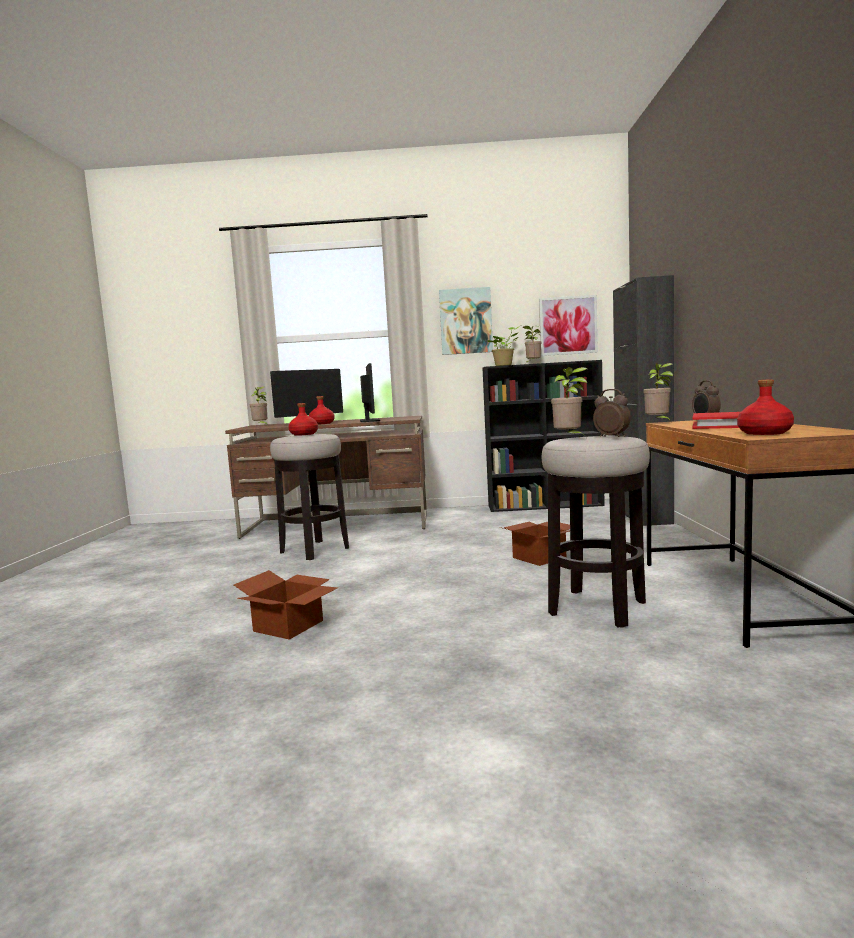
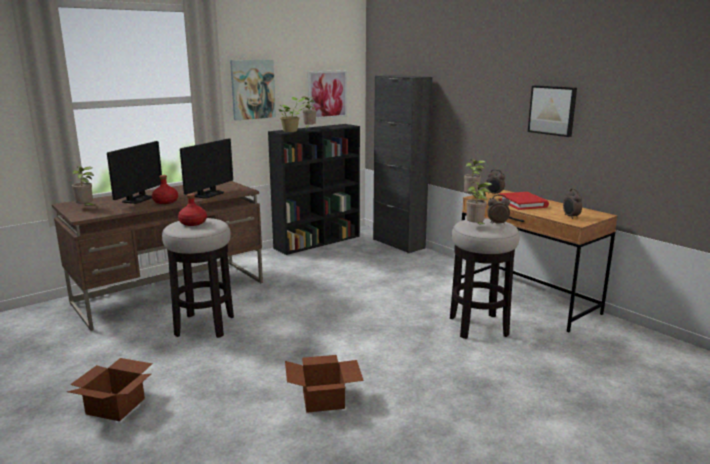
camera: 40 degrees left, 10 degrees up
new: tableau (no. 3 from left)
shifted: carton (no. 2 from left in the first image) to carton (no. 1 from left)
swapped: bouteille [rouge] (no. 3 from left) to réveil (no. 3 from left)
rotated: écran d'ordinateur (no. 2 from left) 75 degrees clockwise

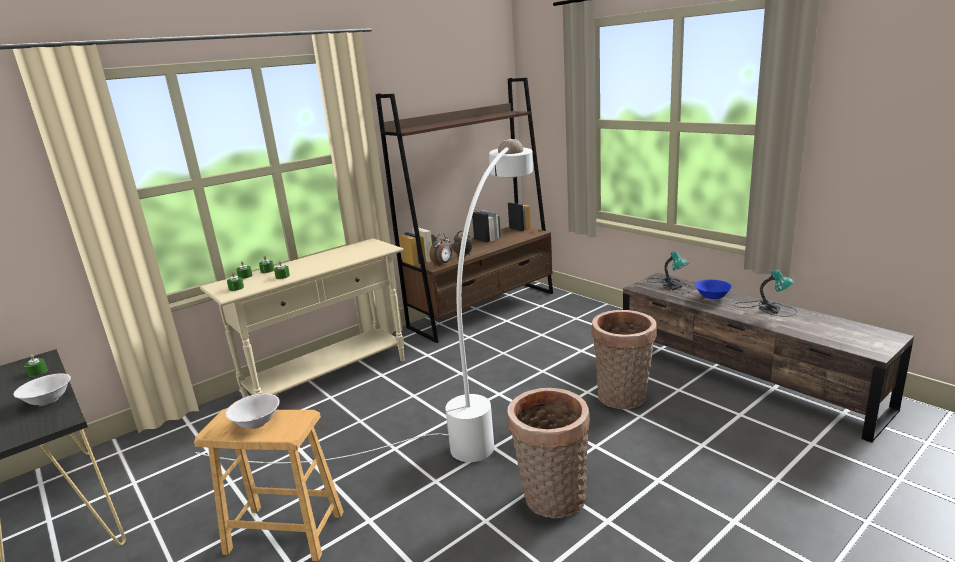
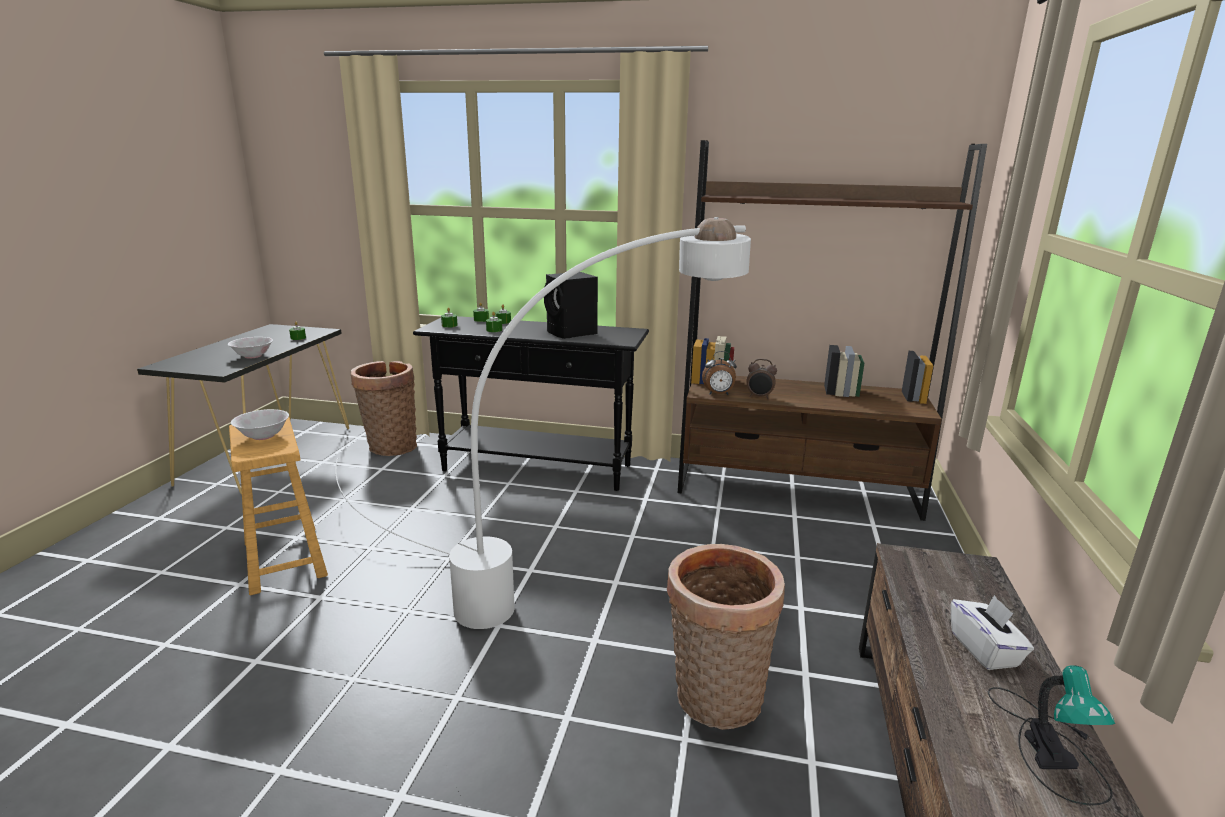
camera: 50 degrees right, 0 degrees up
gone: lampe de table (no. 1 from left)
new: enceinte [noir]
shifted: panier (no. 1 from left)
swapped: bol [bleu] to boîte à mouchoirs [blanc]
repainted: table console [beige] to table console [noir] (no. 2 from left)

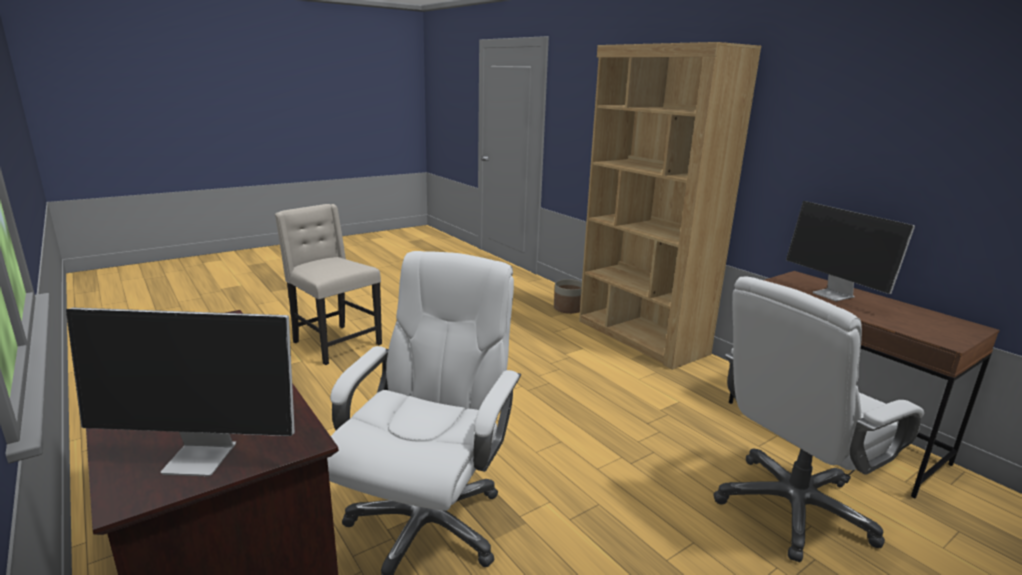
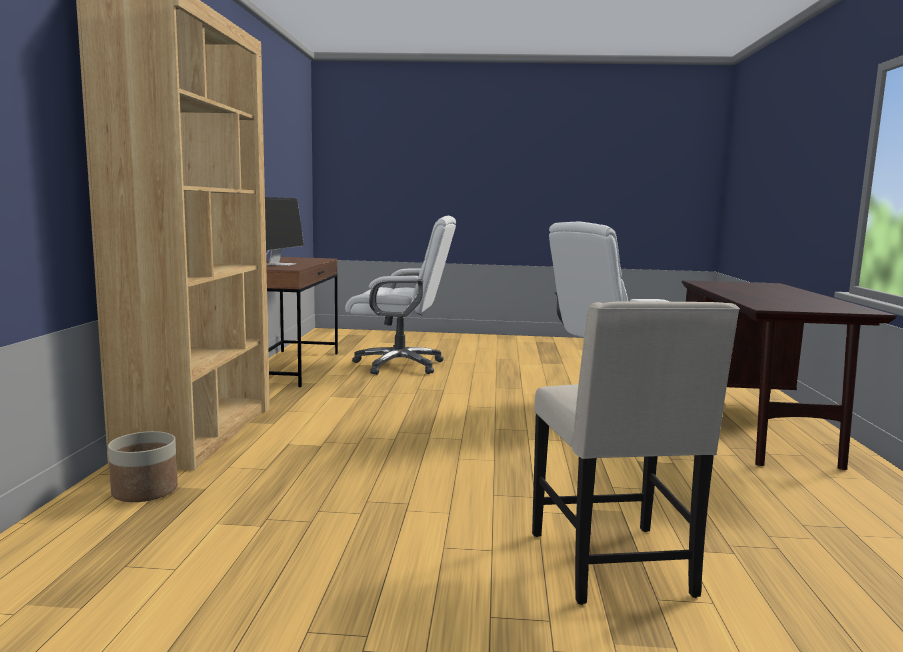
camera: 140 degrees left, 10 degrees down
gone: écran d'ordinateur (no. 1 from left)

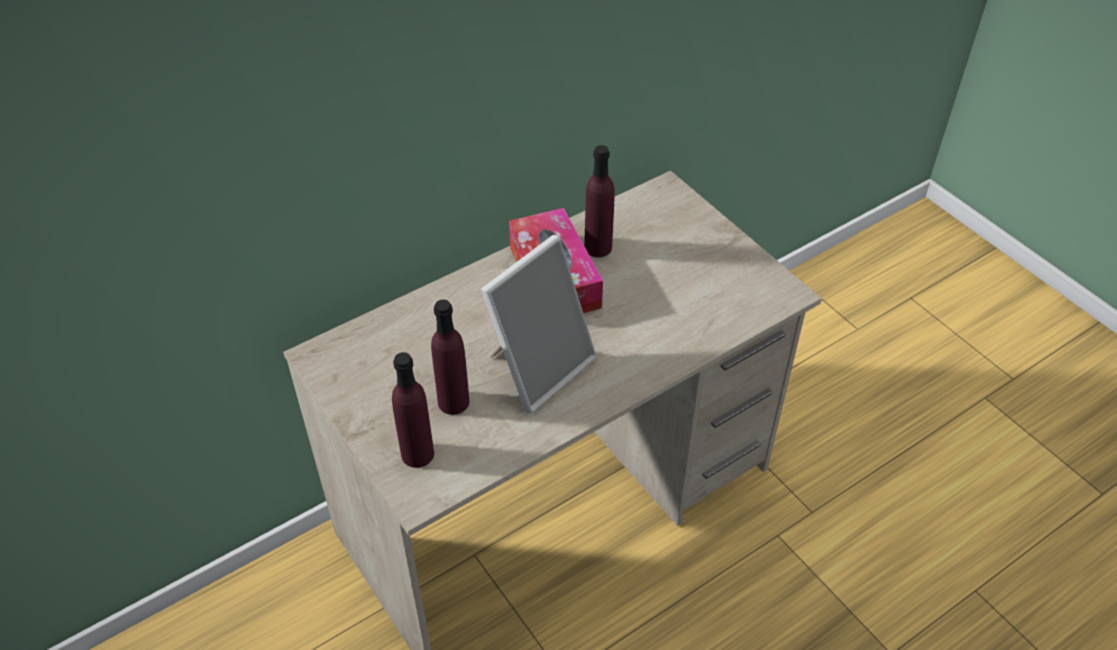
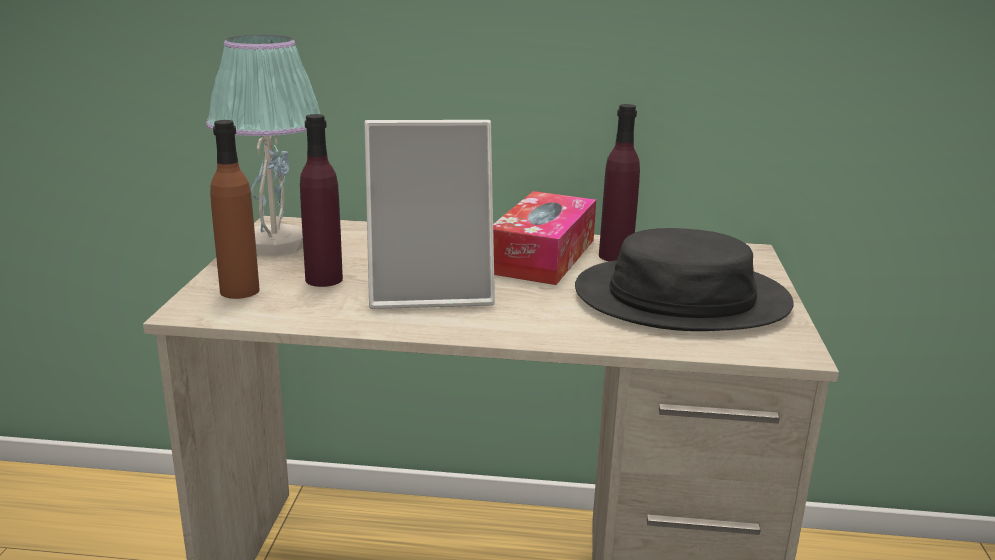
camera: 40 degrees right, 25 degrees down
new: lampe de table; chapeau [noir]
repainted: bouteille [violet] (no. 1 from left) to bouteille [marron]

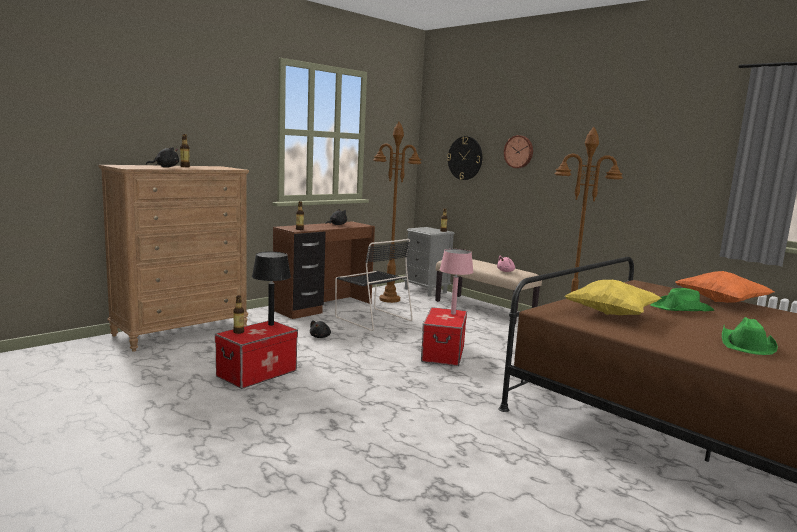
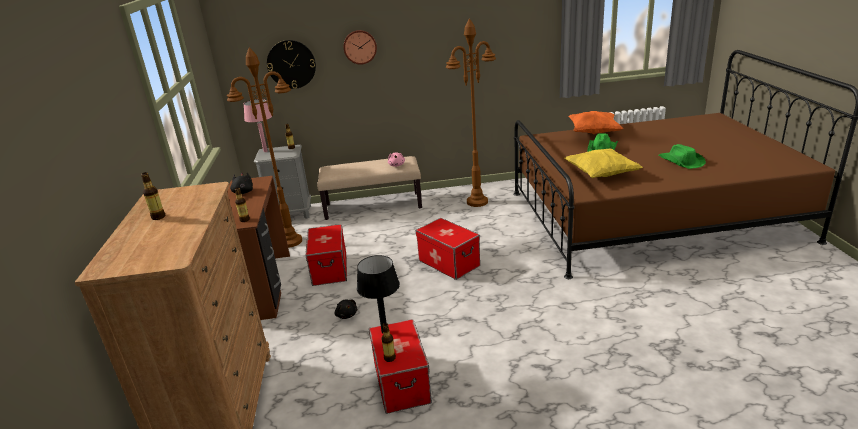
camera: 50 degrees left, 15 degrees up
gone: peluche [noir] (no. 1 from left)
shifted: lampe de table [rose]
swapped: chaise [noir] to boîte de rangement (no. 1 from left)

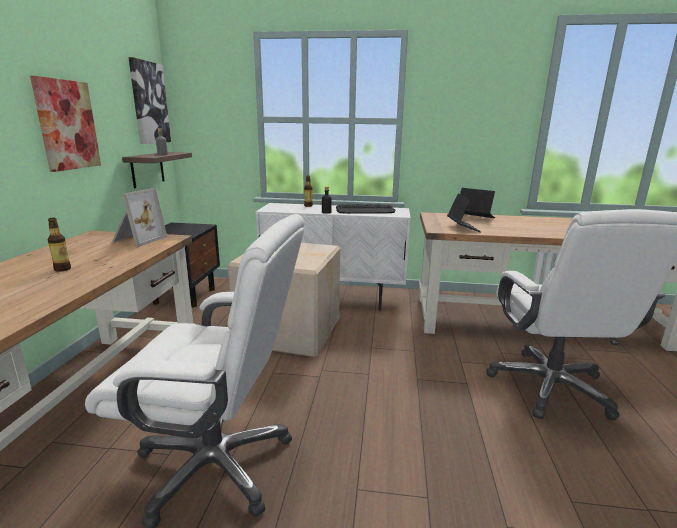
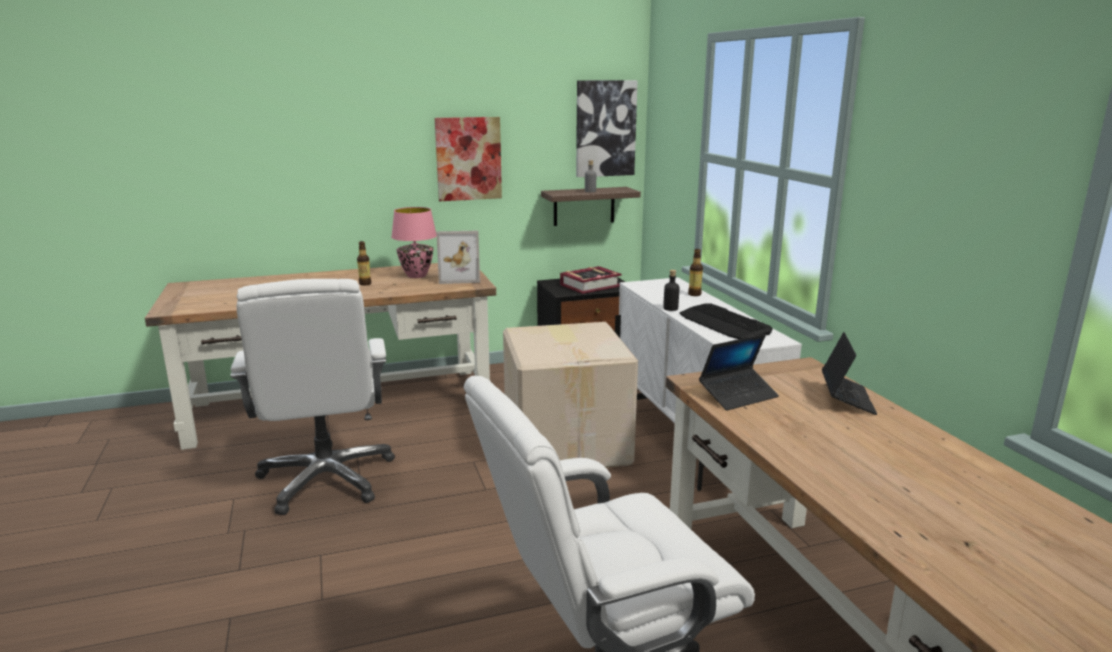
camera: 65 degrees right, 0 degrees up
new: lampe de table [rose]; livre

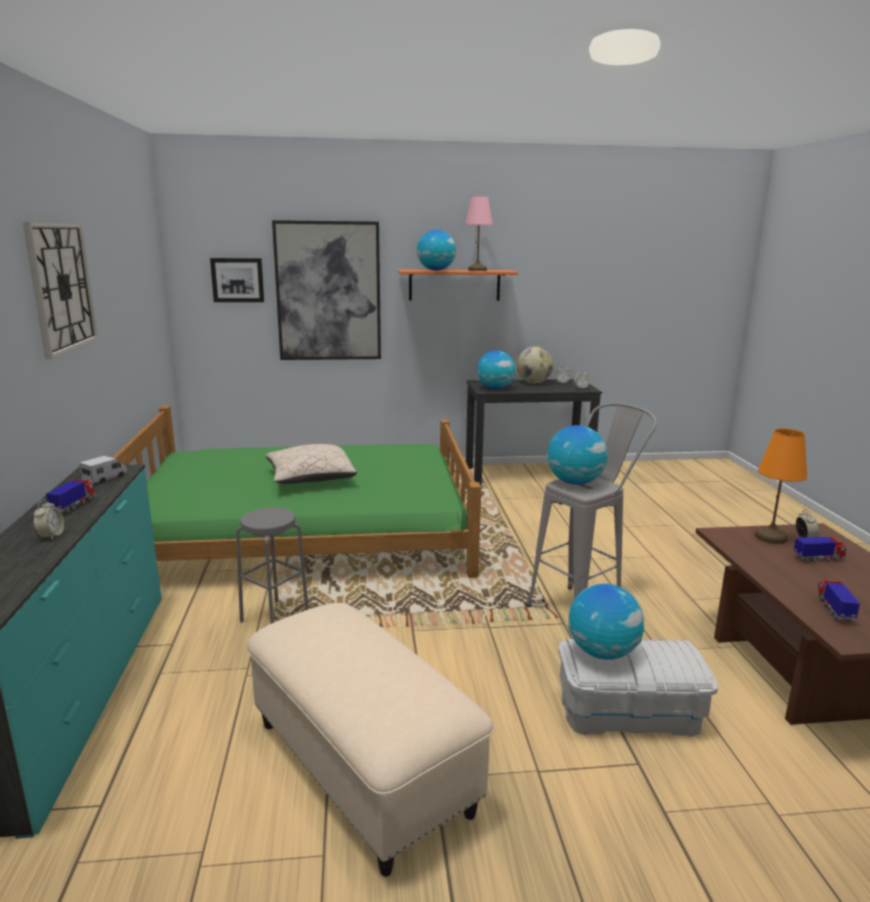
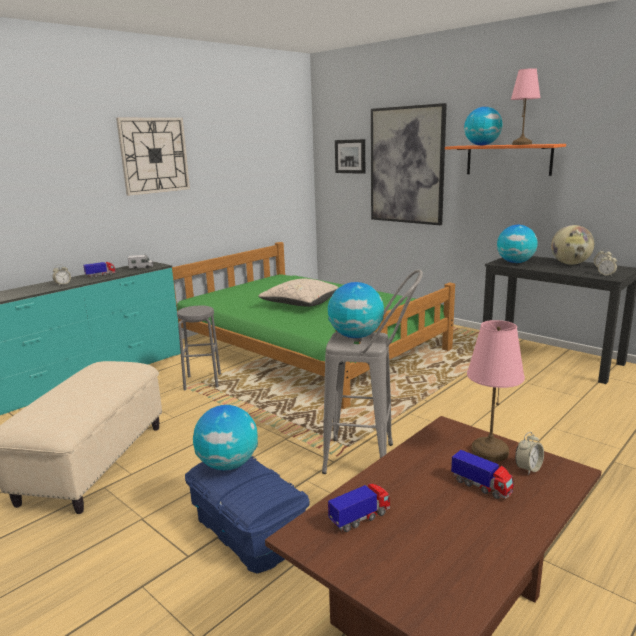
camera: 50 degrees right, 0 degrees up
repainted: boîte de rangement [blanc] to boîte de rangement [bleu]; lampe de table [orange] to lampe de table [rose] (no. 1 from left)

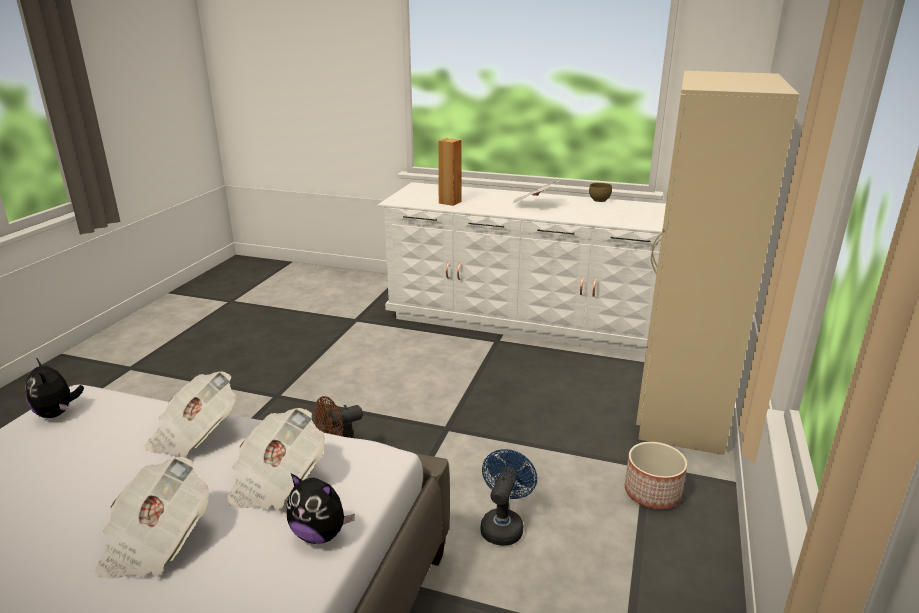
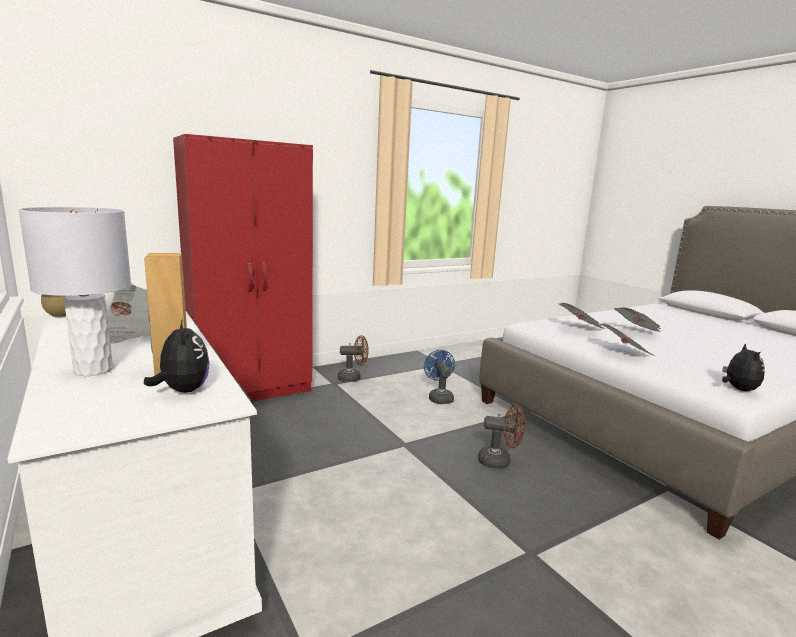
camera: 140 degrees left, 10 degrees down
new: lampe de table [gris]
shifted: peluche (no. 2 from left in the first image) to peluche (no. 1 from left)
swapped: cache-pot to ventilateur [marron] (no. 1 from left)
repainted: armoire [beige] to armoire [rouge]
rotated: ventilateur [bleu] 105 degrees clockwise

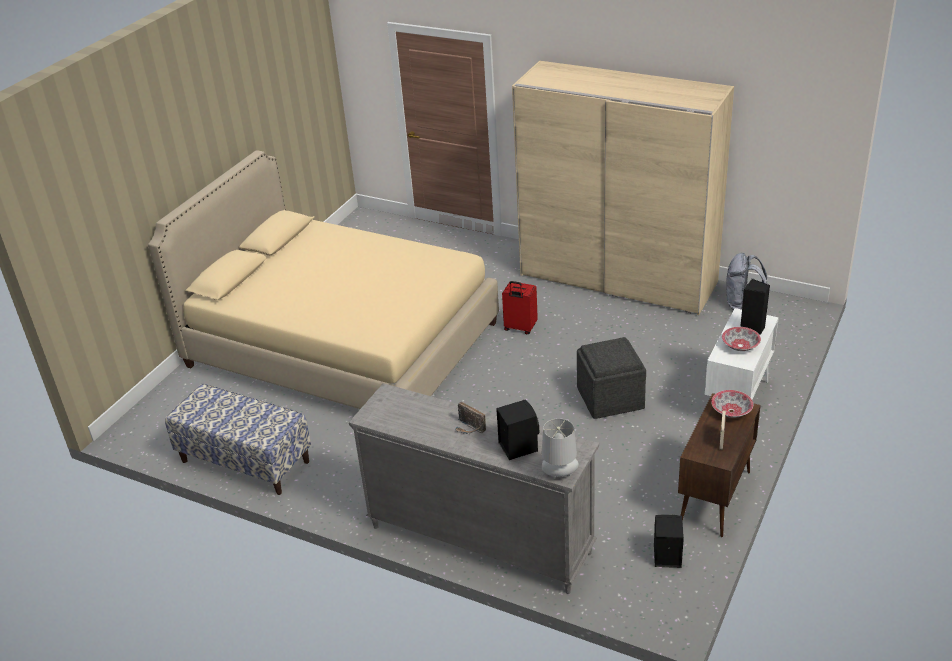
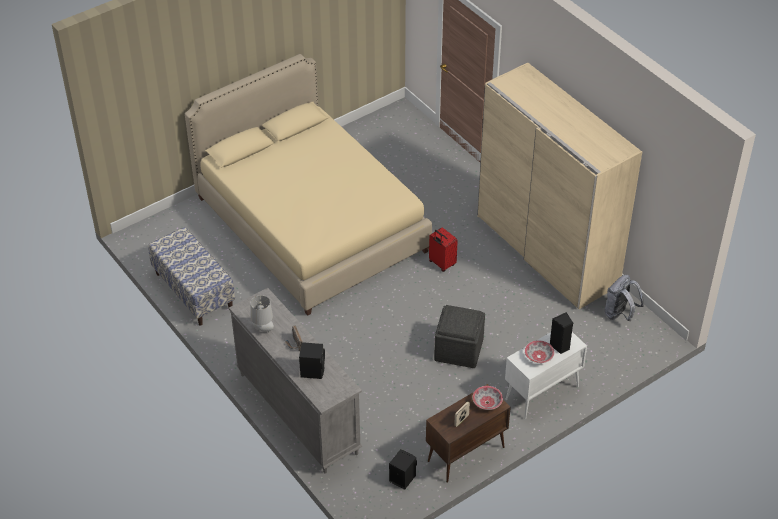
camera: 25 degrees right, 10 degrees up
shifted: lampe de table [gris]

